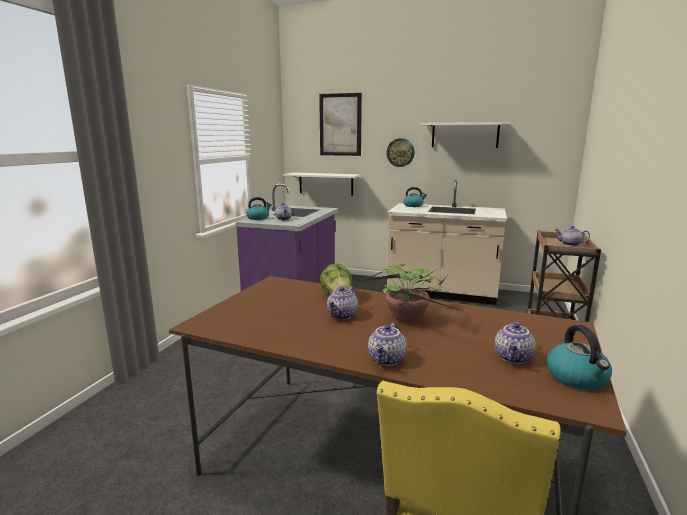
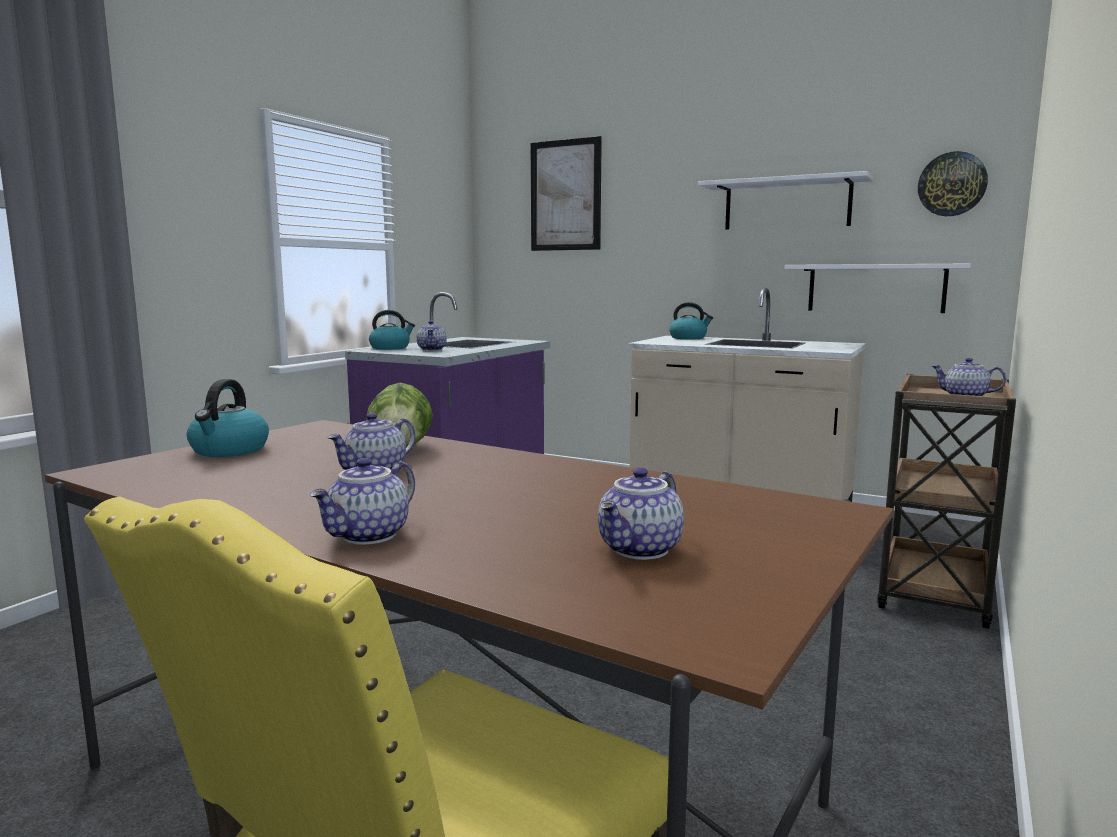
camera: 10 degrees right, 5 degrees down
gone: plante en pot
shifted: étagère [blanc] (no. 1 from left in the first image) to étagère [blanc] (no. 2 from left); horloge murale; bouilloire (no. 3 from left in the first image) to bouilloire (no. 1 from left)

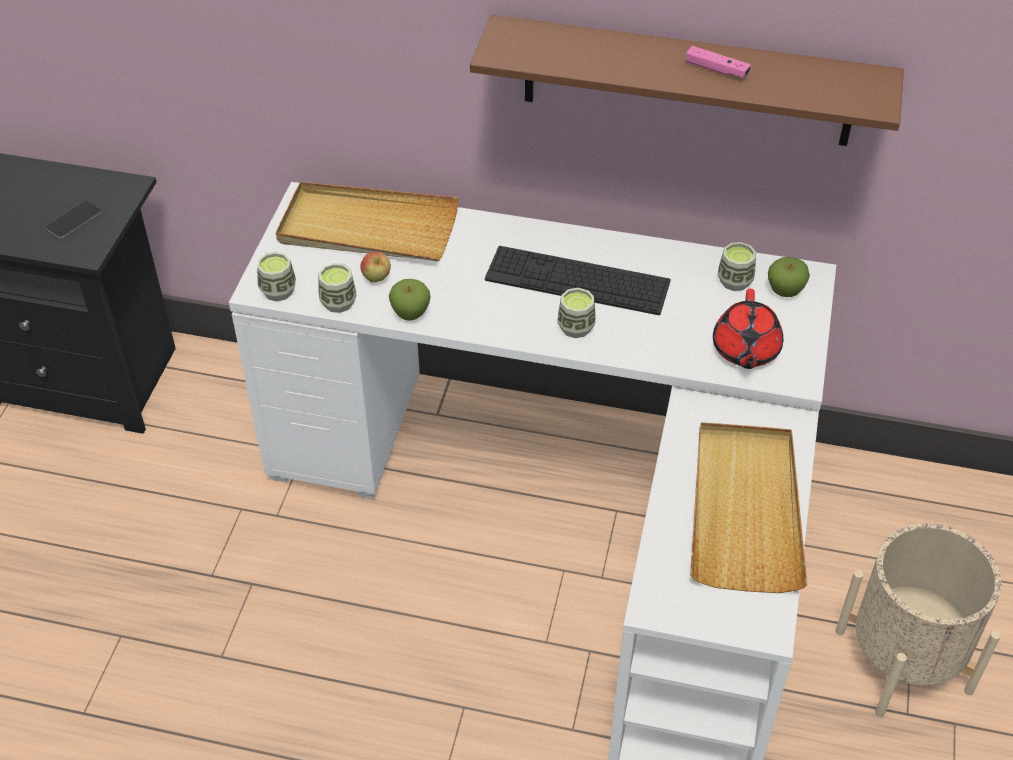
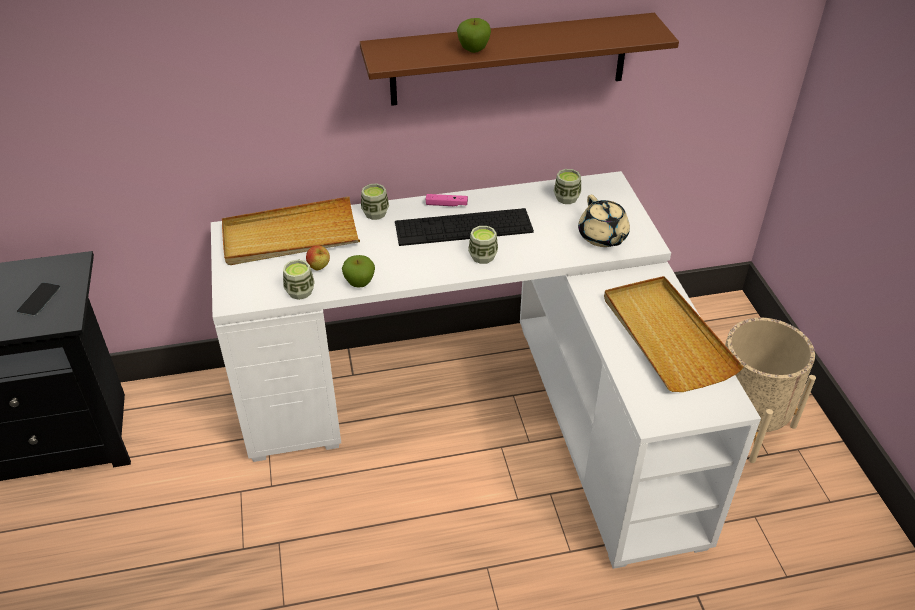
camera: 25 degrees left, 5 degrees down
shifted: tasse (no. 1 from left in the first image) to tasse (no. 2 from left); manette [rose]; pomme (no. 3 from left)
repainted: théière [rouge] to théière [beige]

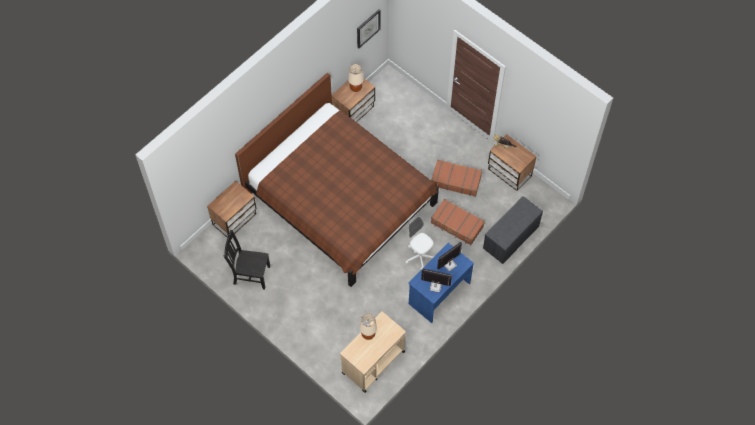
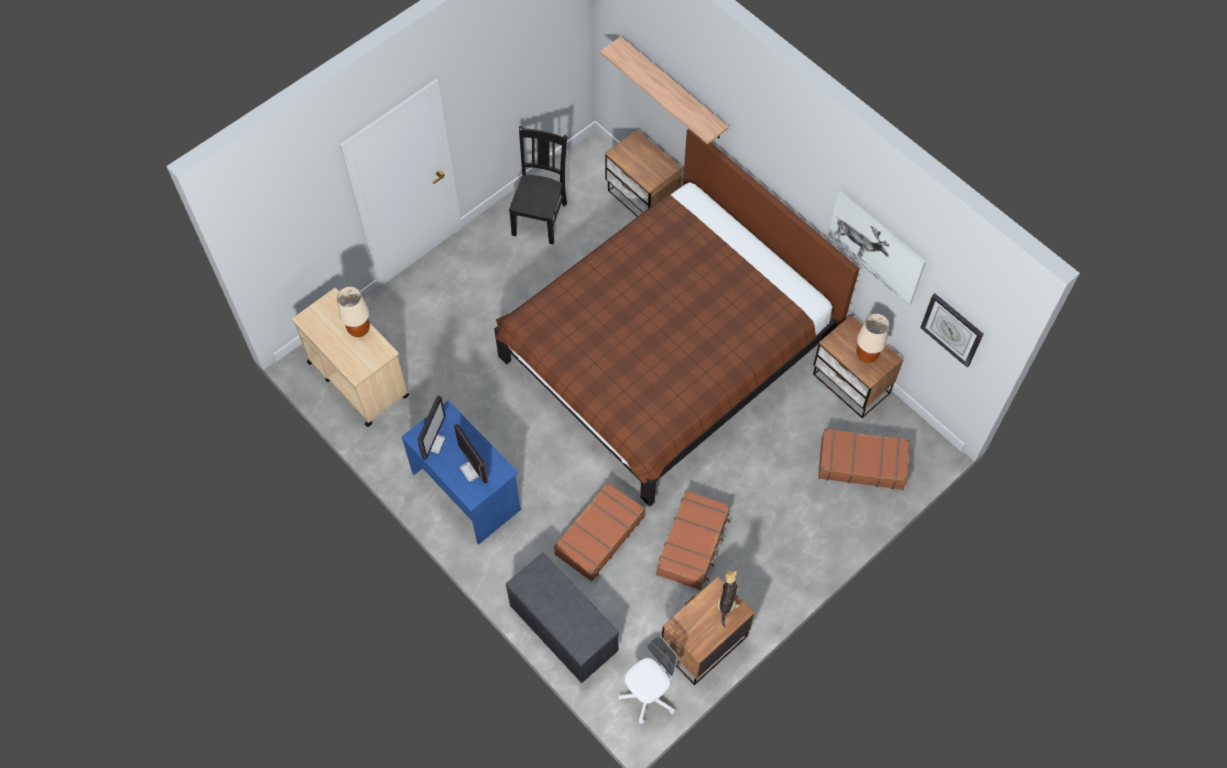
camera: 95 degrees right, 0 degrees up
new: étagère; valise [marron] (no. 3 from left); tableau
shifted: chaise de bureau [blanc]

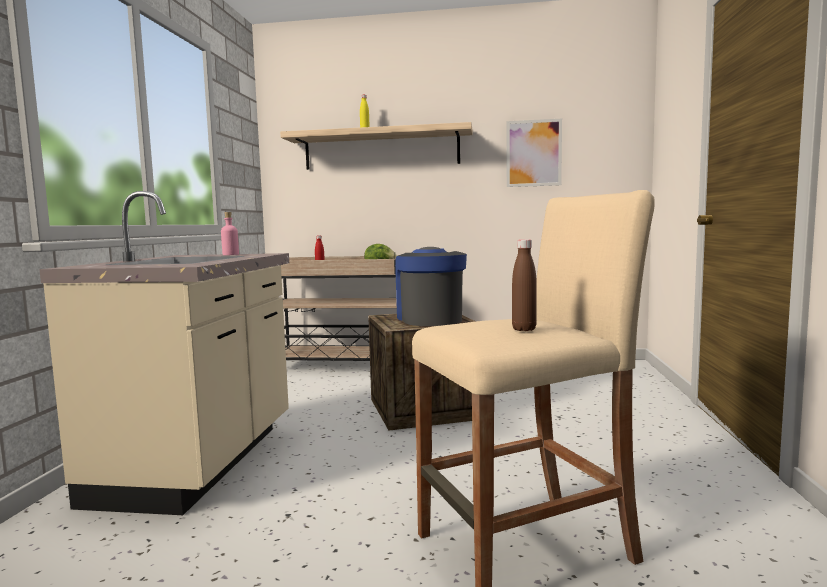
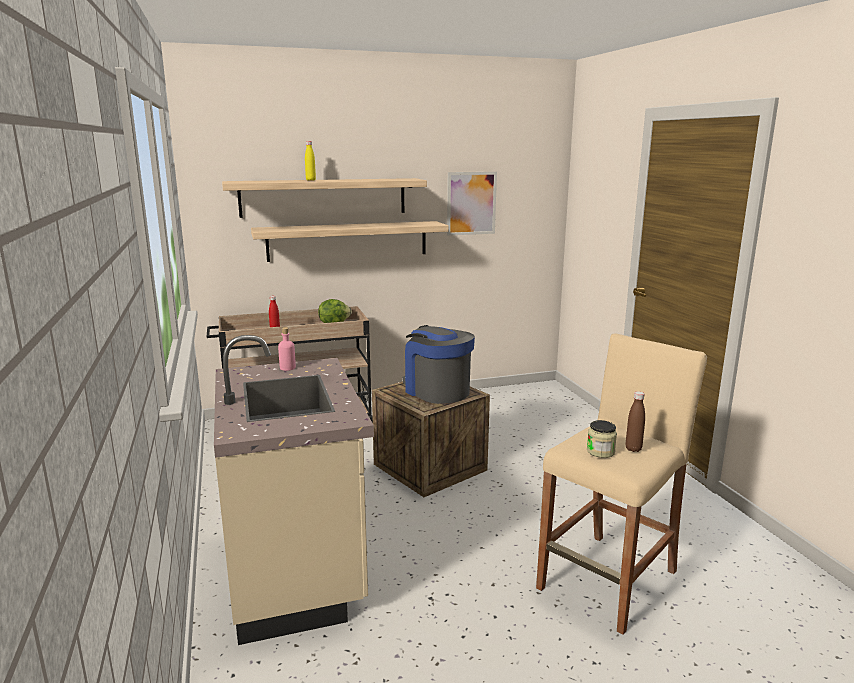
camera: 25 degrees left, 10 degrees up
new: étagère (no. 2 from left); bocal

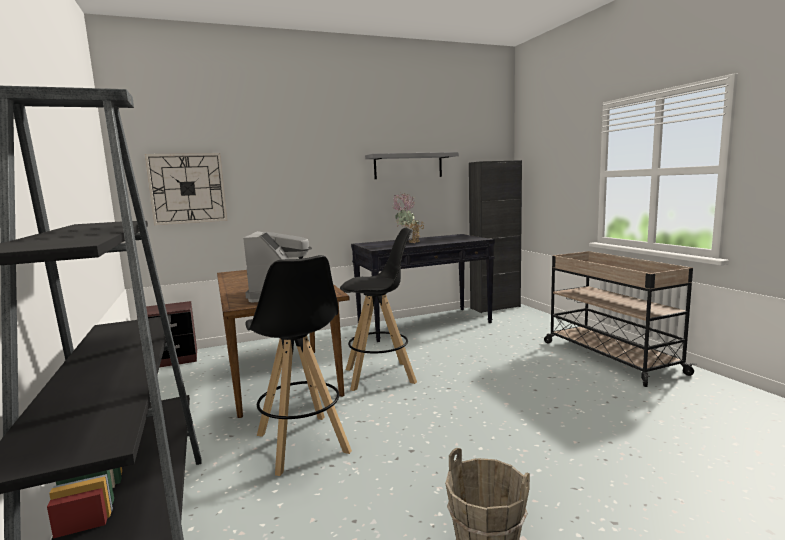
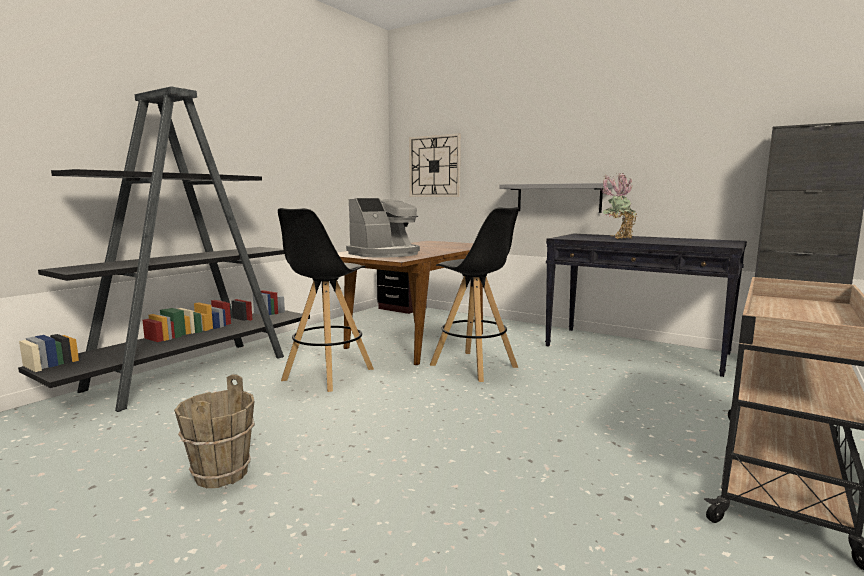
camera: 55 degrees right, 0 degrees up
shifted: étagère [gris]

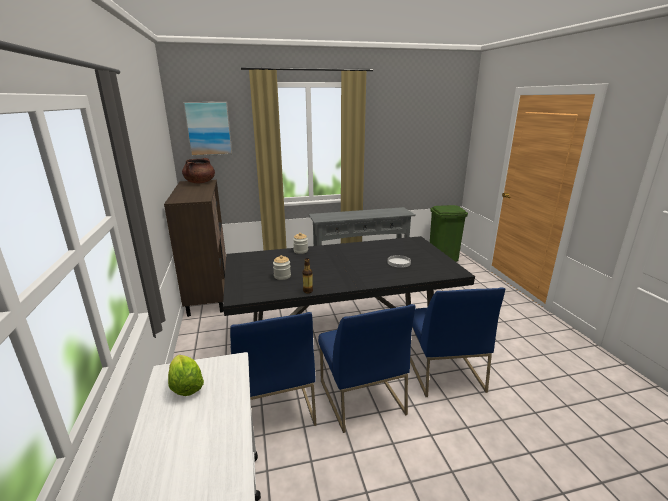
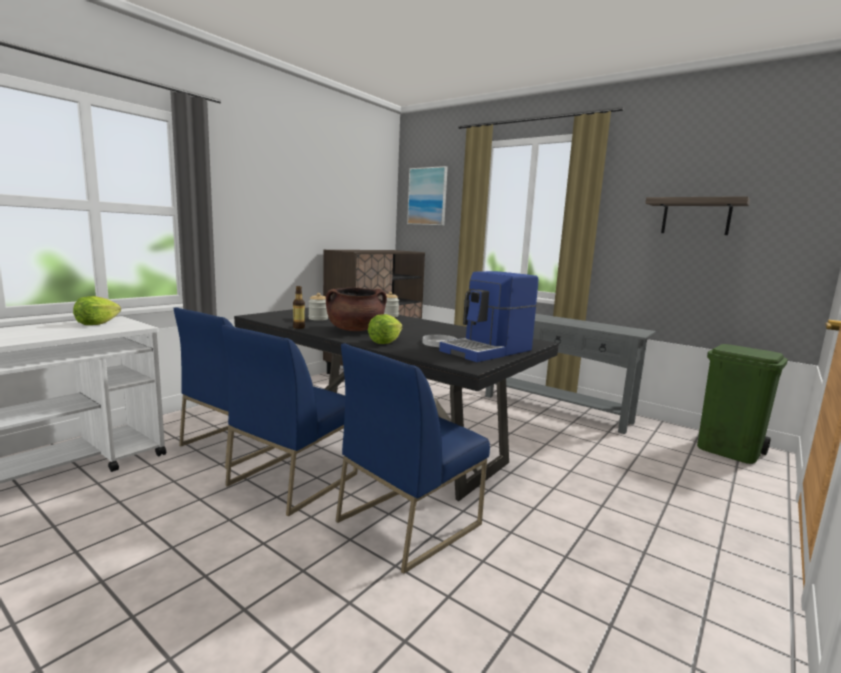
camera: 50 degrees right, 10 degrees down
new: laitue (no. 2 from left); machine à café; étagère
shifted: marmite [marron]

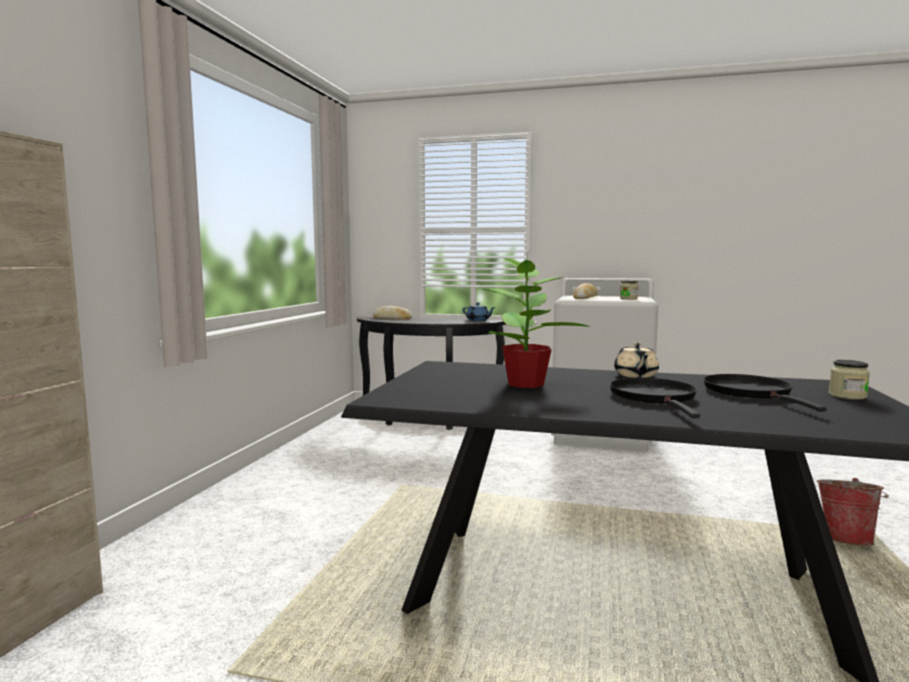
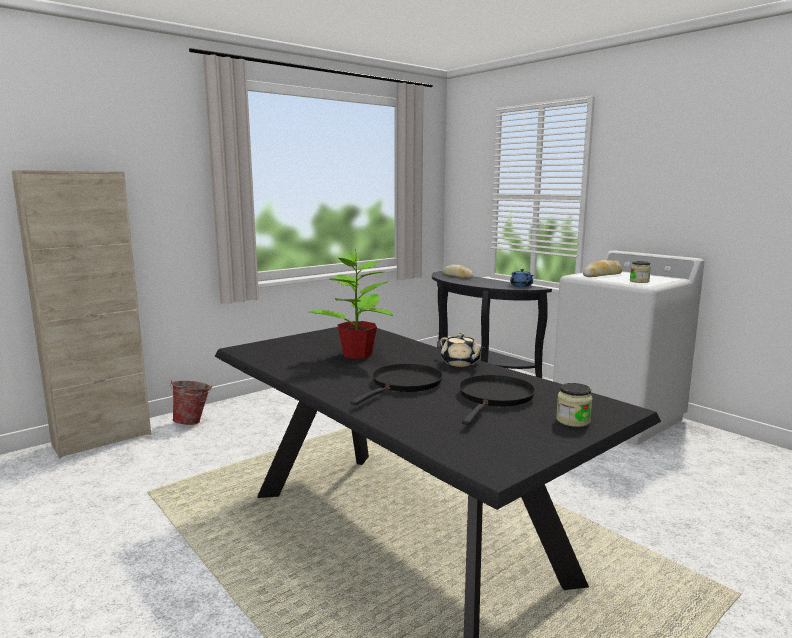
camera: 35 degrees right, 5 degrees up
shifted: seau
rotated: théière [beige] 75 degrees counterclockwise

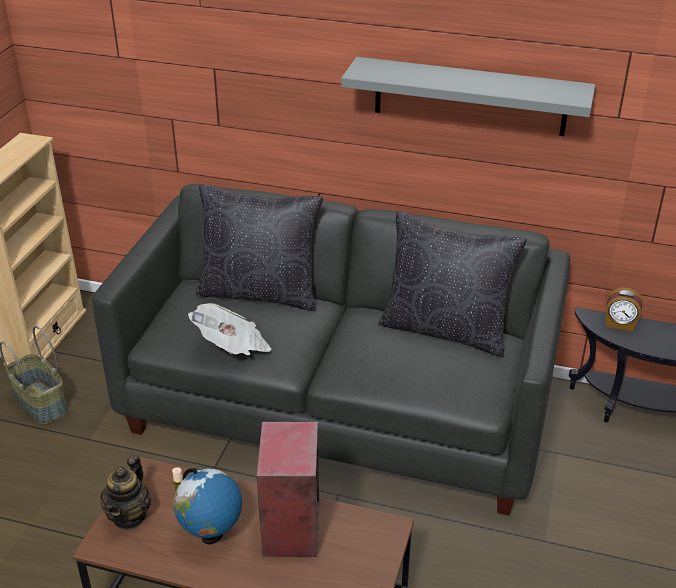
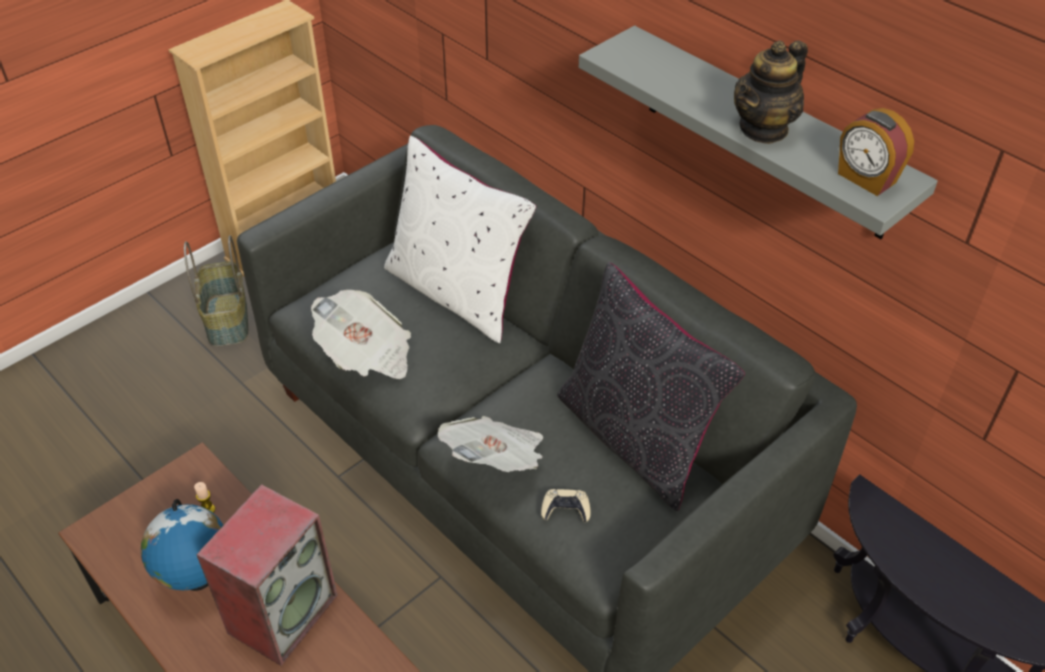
camera: 30 degrees right, 10 degrees up
new: journal (no. 2 from left); manette [beige]
shifted: théière; réveil
repainted: coussin [noir] (no. 1 from left) to coussin [blanc]

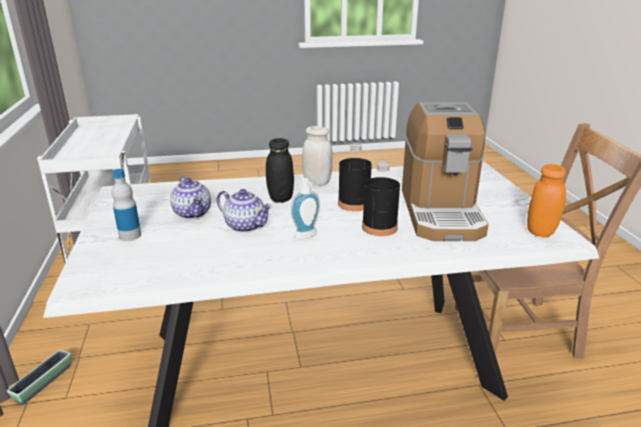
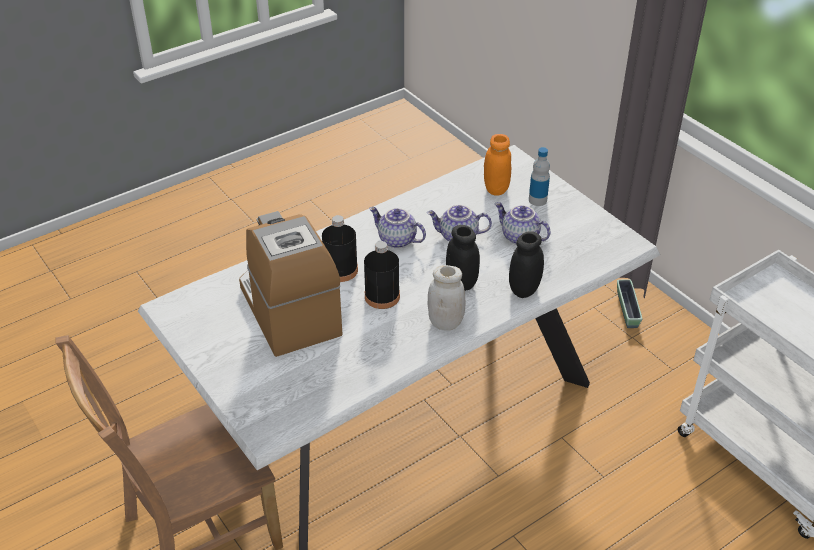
camera: 155 degrees right, 15 degrees up
new: bocal [noir] (no. 2 from left)
shifted: bocal [orange]
swapped: distributeur de savon to théière (no. 1 from left)

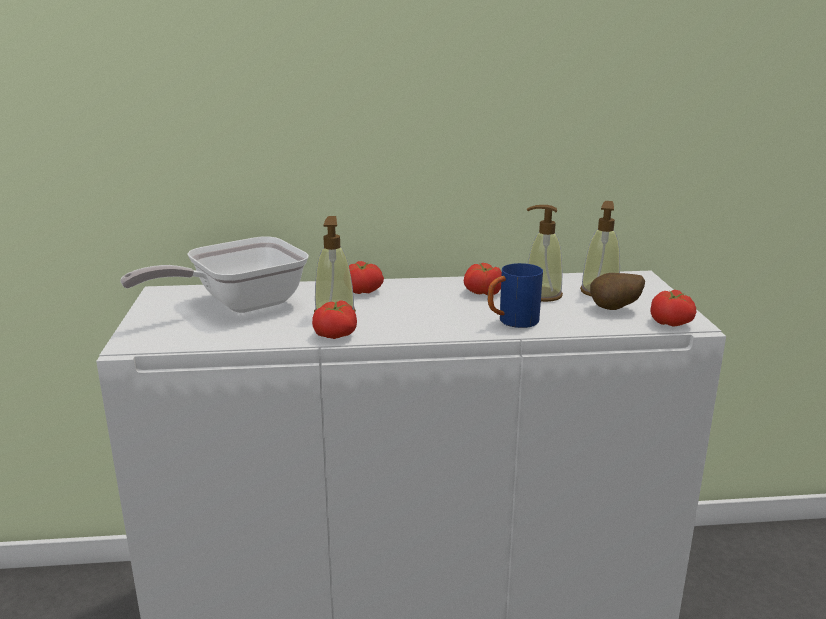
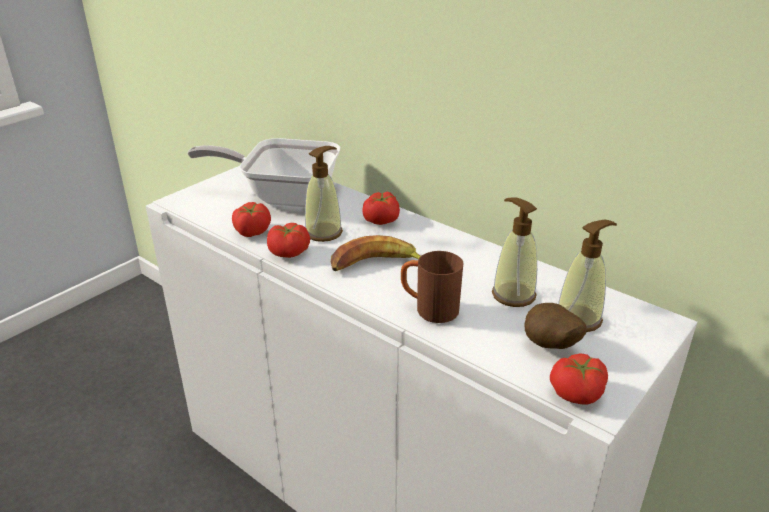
camera: 45 degrees right, 10 degrees up
new: banane
shifted: tomate (no. 3 from left in the first image) to tomate (no. 1 from left)
repainted: mug [bleu] to mug [marron]

